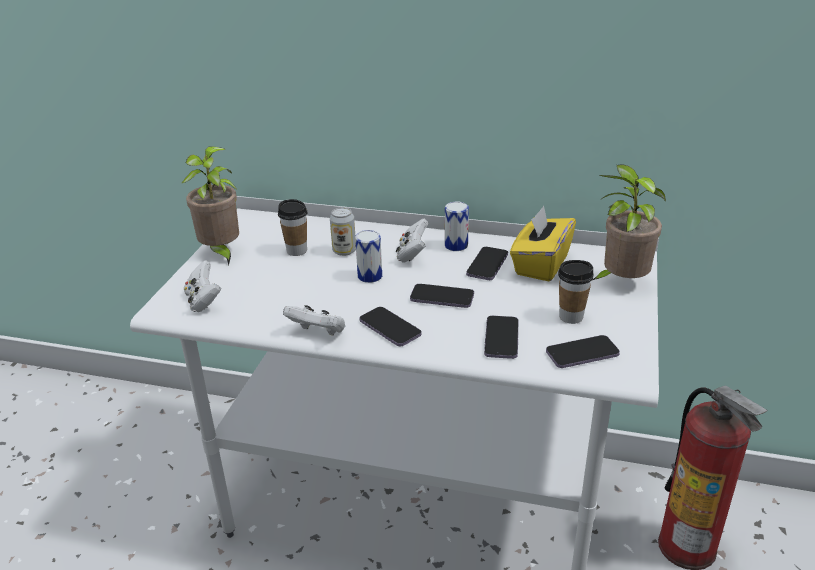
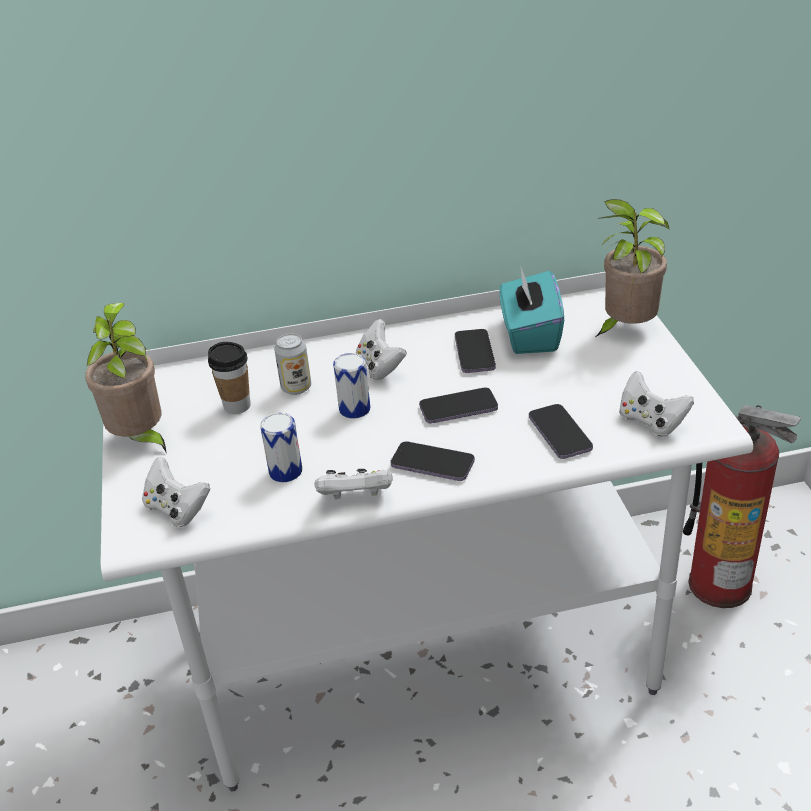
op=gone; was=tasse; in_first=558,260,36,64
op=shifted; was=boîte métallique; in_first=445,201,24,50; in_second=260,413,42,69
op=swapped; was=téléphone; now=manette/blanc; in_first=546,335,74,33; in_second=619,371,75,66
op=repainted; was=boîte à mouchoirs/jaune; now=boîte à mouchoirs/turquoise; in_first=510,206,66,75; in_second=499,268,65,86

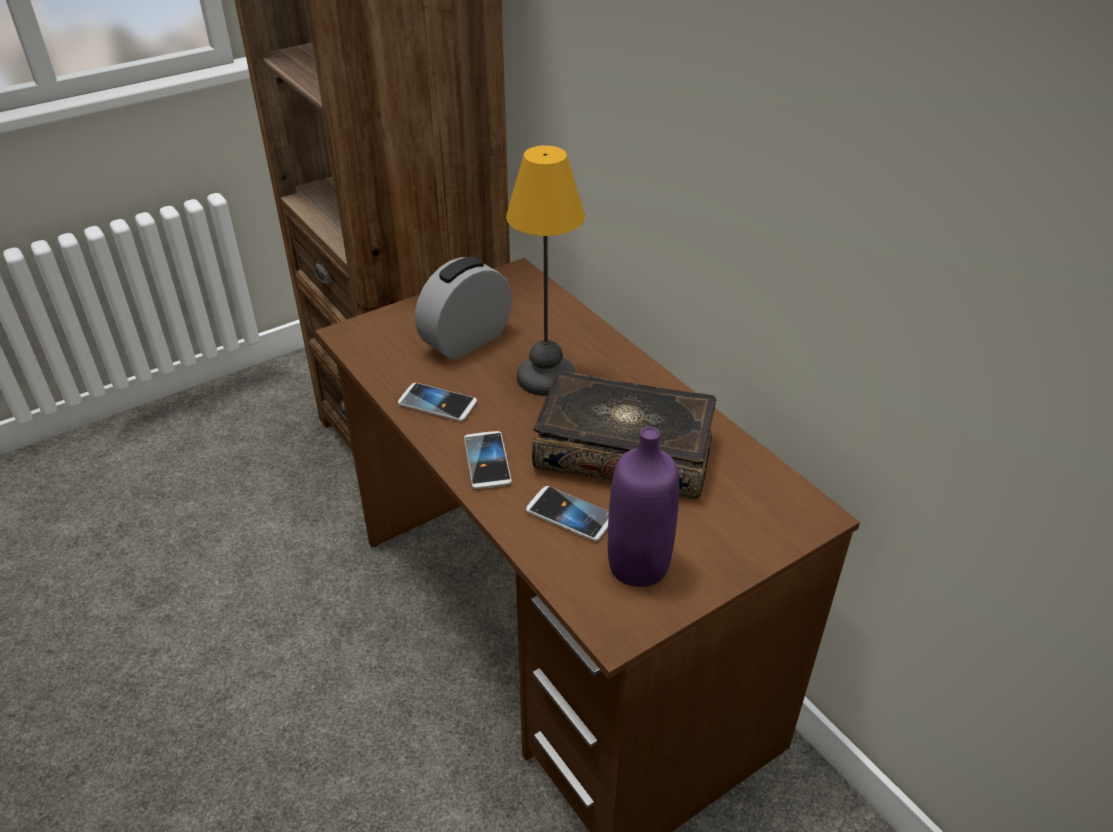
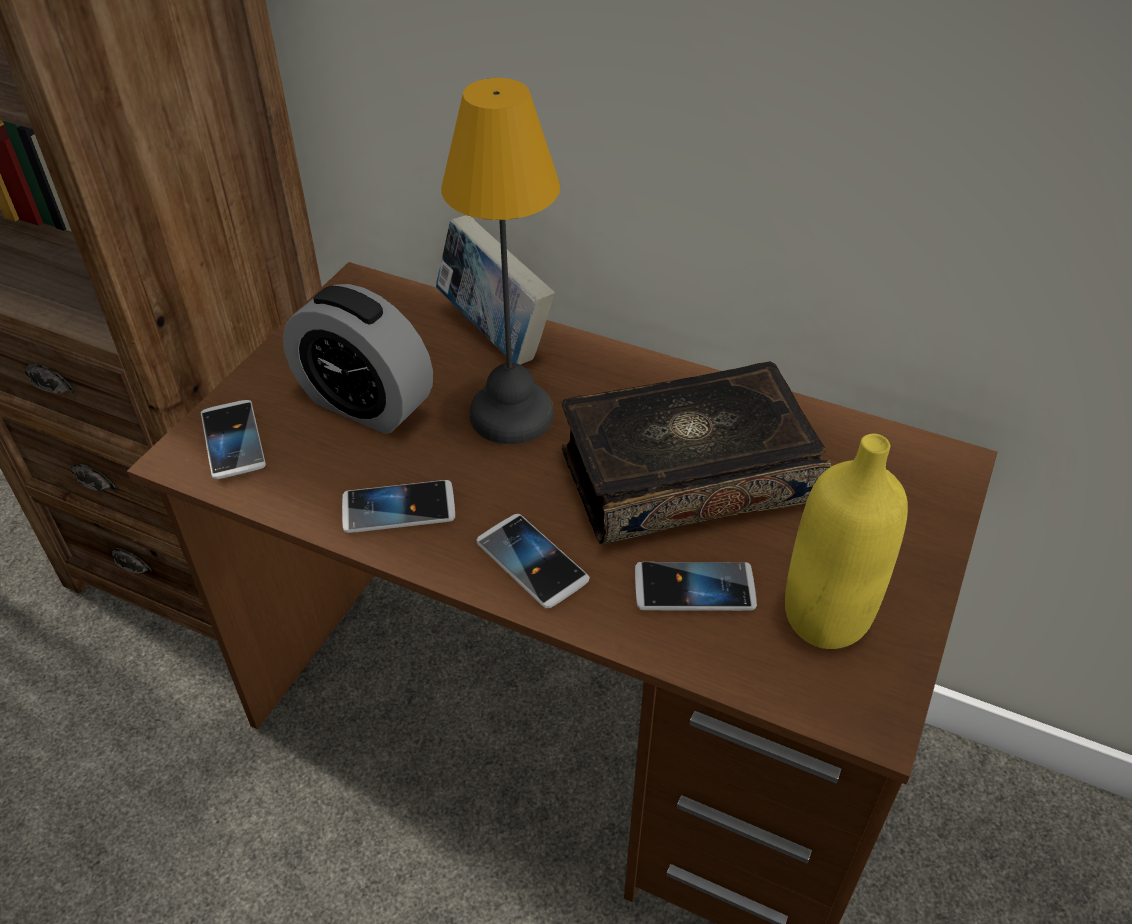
op=new; now=téléphone; in_second=201,400,65,79
op=new; now=livre; in_second=436,215,119,150
op=repainted; was=bouteille/violet; now=bouteille/jaune; in_first=608,427,71,160; in_second=785,434,123,215
op=rotated; was=réveil; in_first=415,257,97,103; in_second=283,284,150,150; clockwise=-75

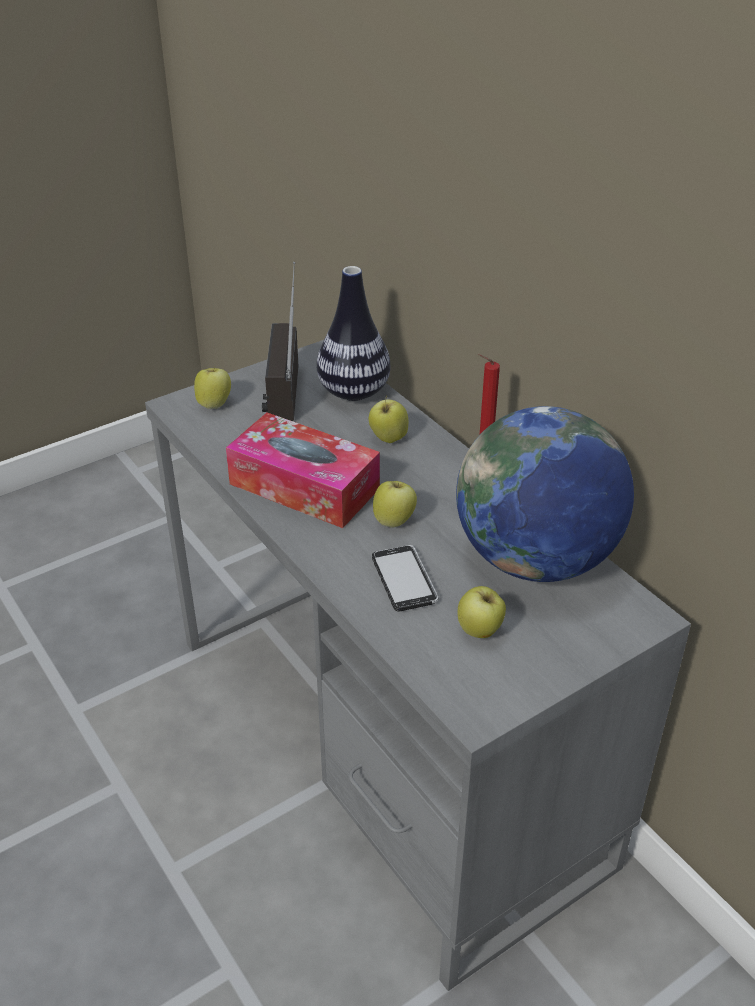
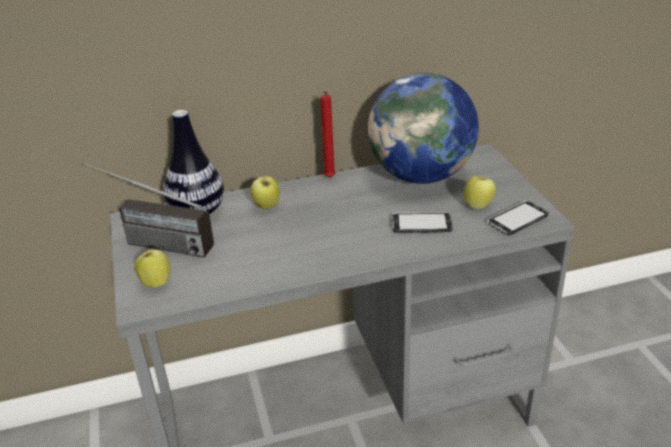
op=gone; was=boîte à mouchoirs; in_first=226,413,154,115
op=gone; was=pomme; in_first=373,481,44,47
op=new; now=téléphone; in_second=487,201,61,35

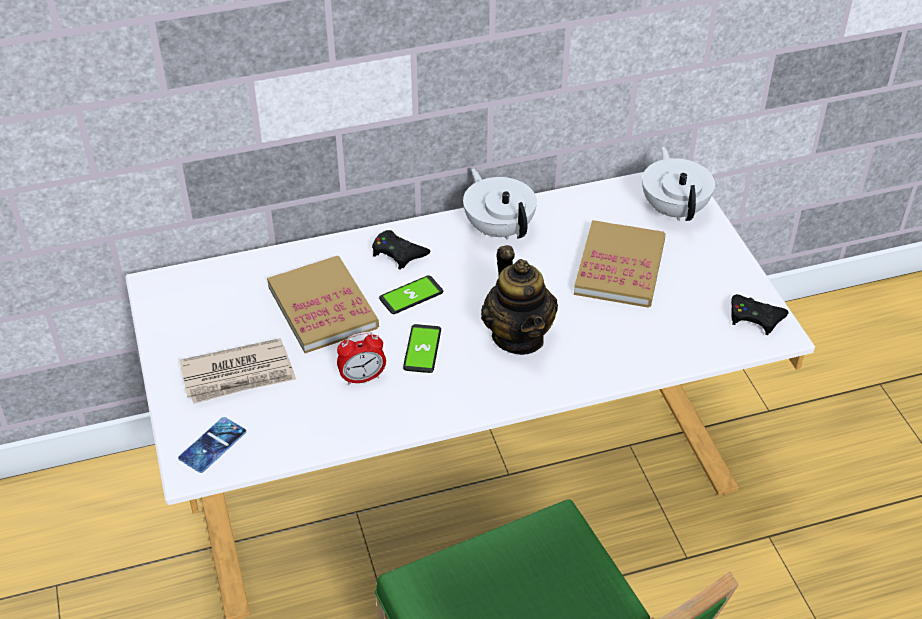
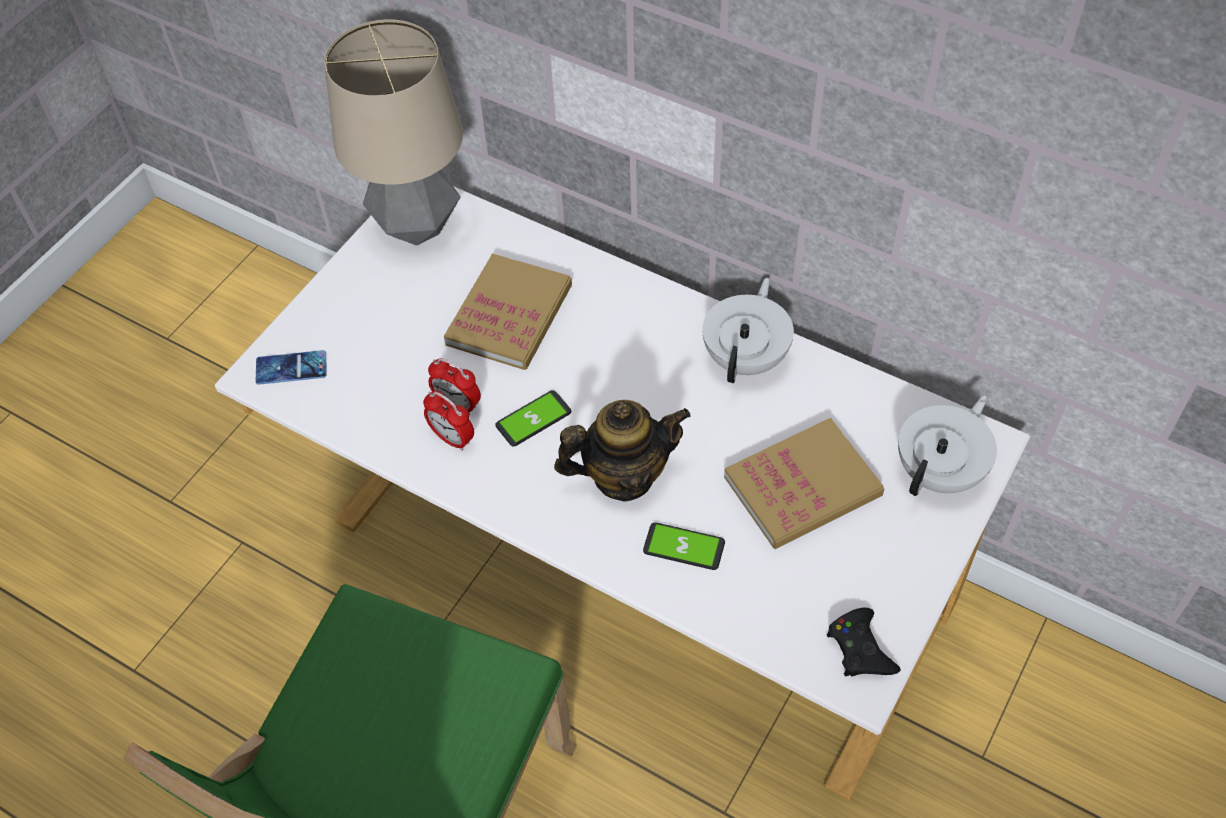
op=gone; was=journal; in_first=180,338,116,66
op=gone; was=manette/noir; in_first=372,230,58,40
op=new; now=lampe de table; in_second=325,19,138,226
op=new; now=réveil; in_second=423,391,51,60
op=shifted; was=téléphone; in_first=379,275,64,39; in_second=643,522,82,48
op=rotated; was=théière; in_first=481,245,77,110; in_second=554,400,137,101; clockwise=-135

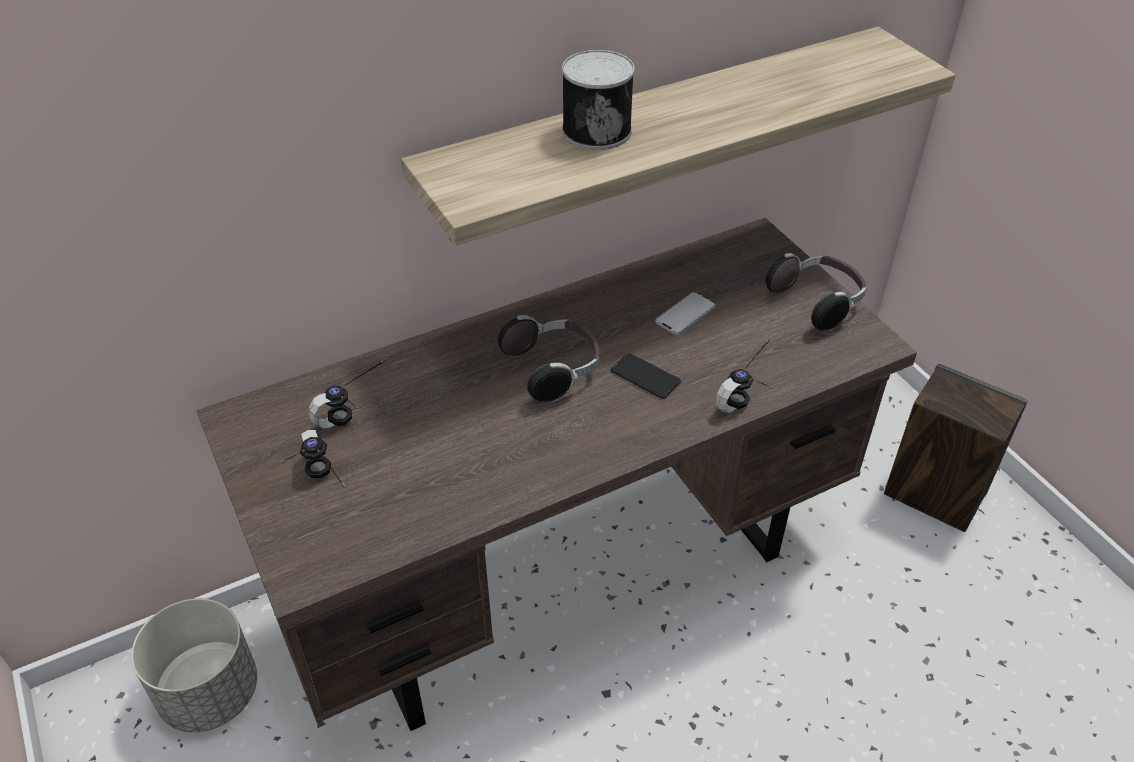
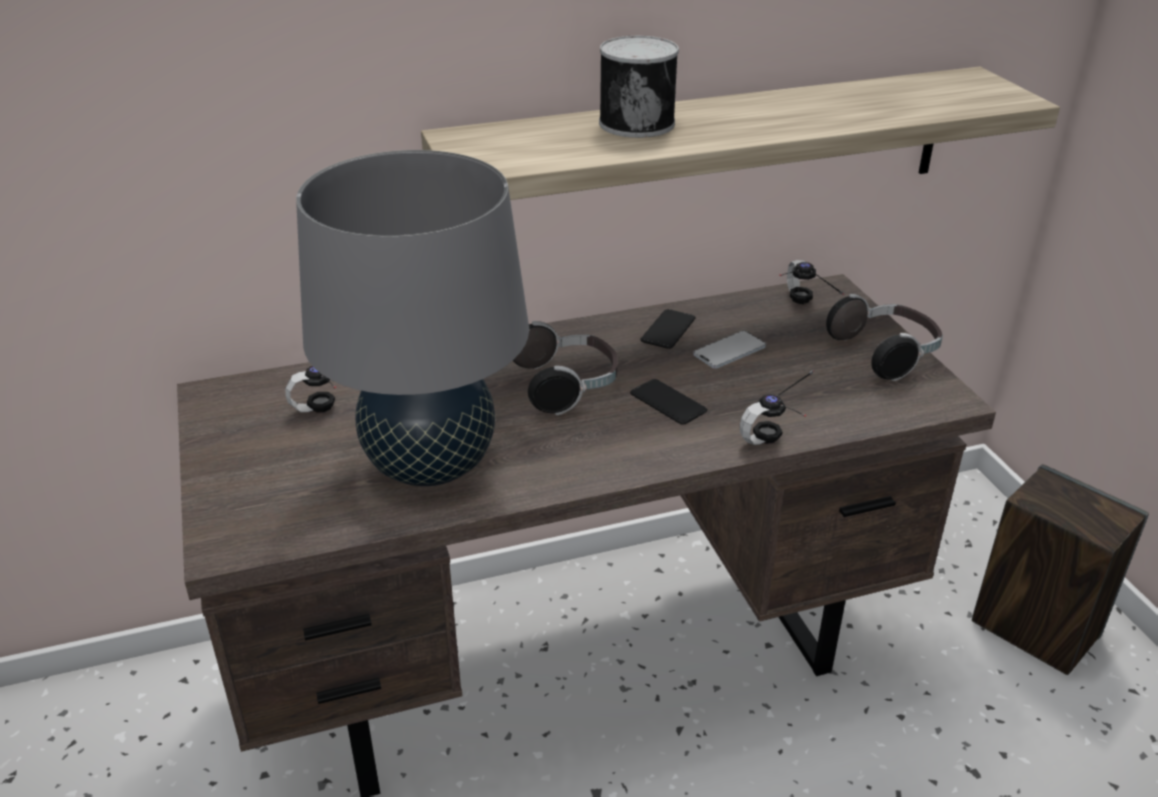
op=gone; was=cache-pot/gris; in_first=131,598,126,134
op=new; now=lampe de table/gris; in_second=296,150,233,336
op=new; now=téléphone; in_second=640,309,56,40
op=shifted; was=casque audio; in_first=280,430,66,59; in_second=779,260,65,44

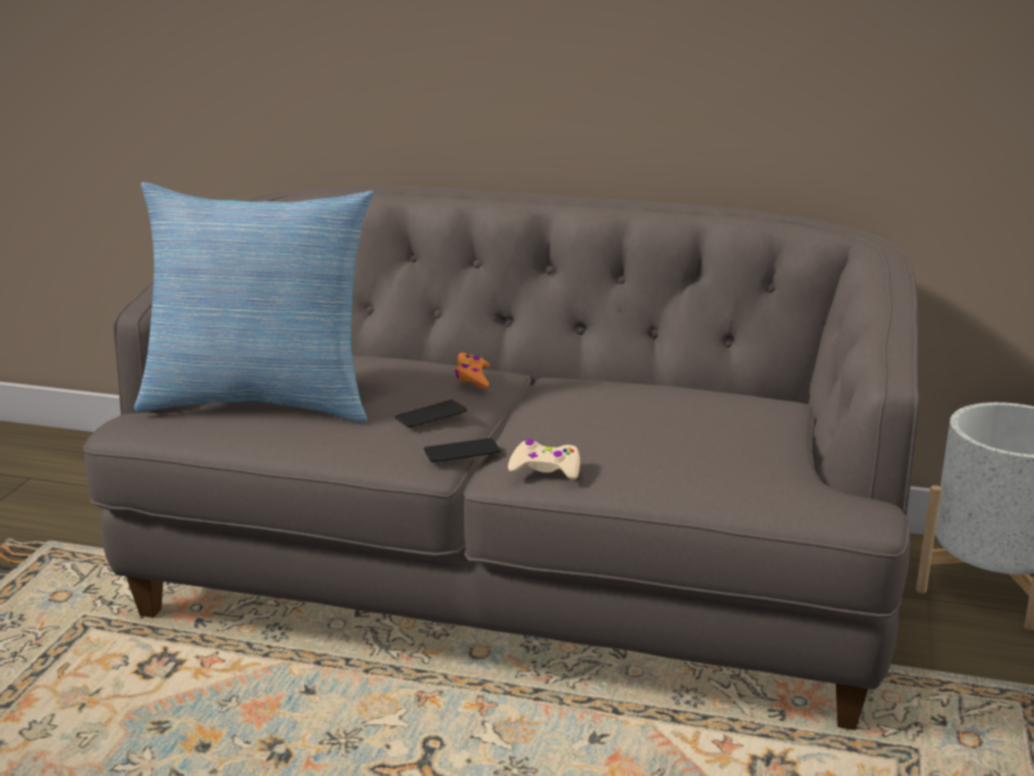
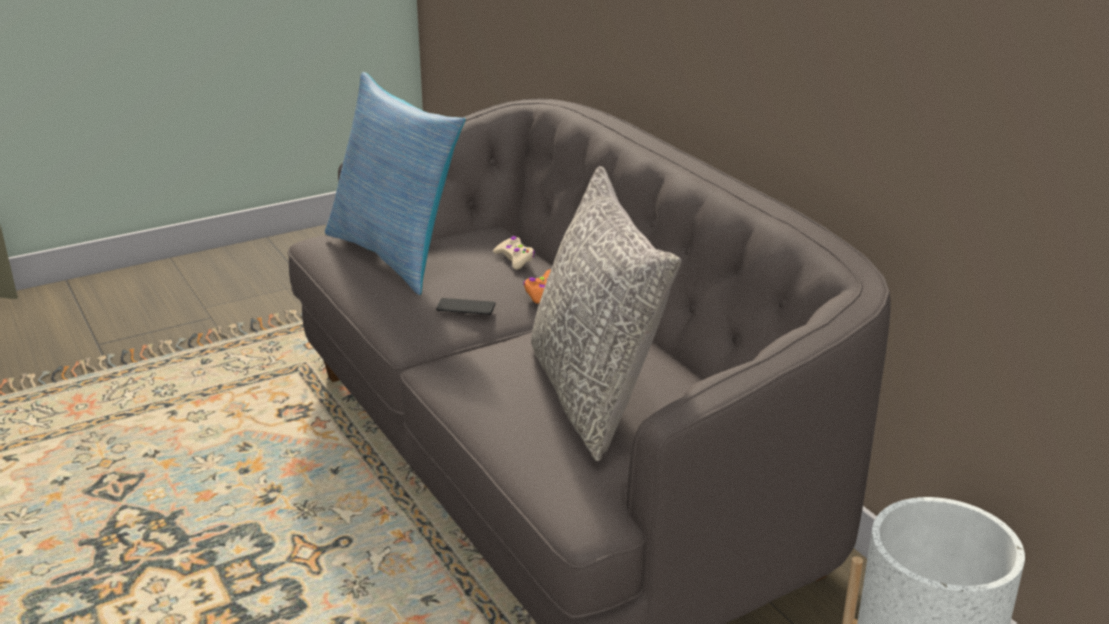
op=gone; was=téléphone; in_first=424,438,77,24
op=new; now=coussin/gris; in_second=531,166,150,295
op=shifted; was=manette/beige; in_first=508,439,72,41; in_second=493,236,42,34

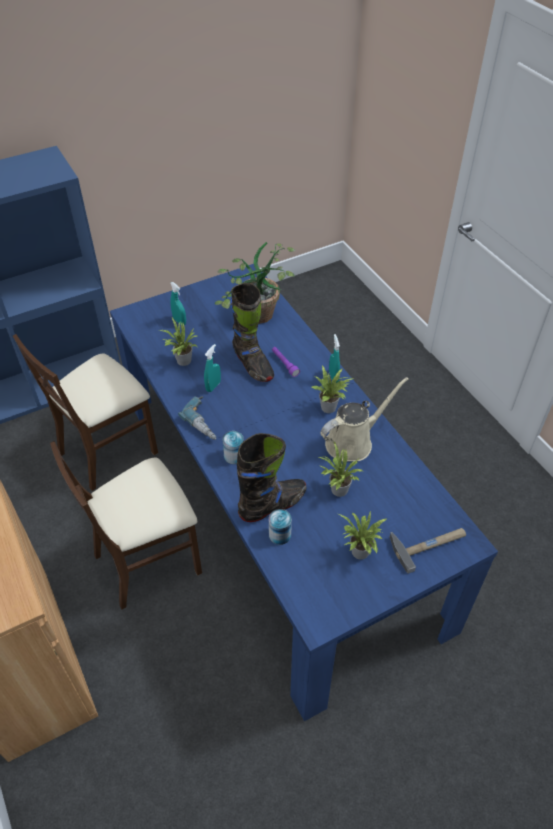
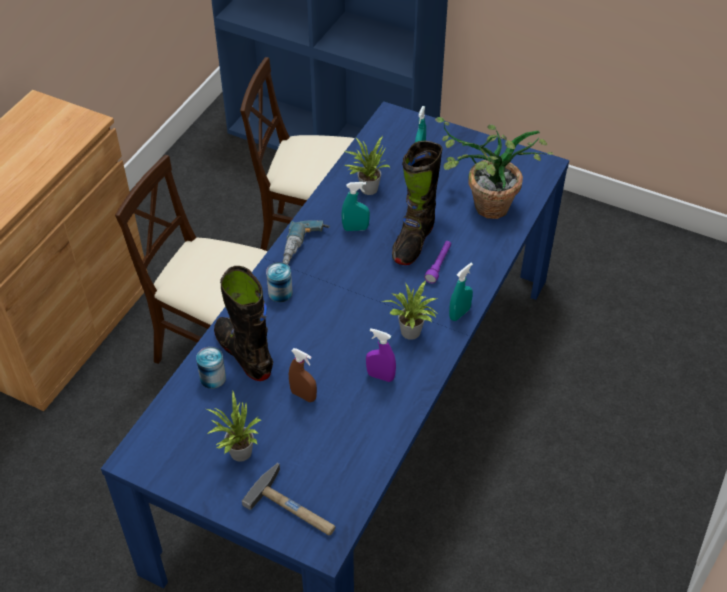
op=swapped; was=plante en pot; now=vaporisateur/marron; in_first=319,442,44,55; in_second=289,348,28,54
op=swapped; was=arrosoir/beige; now=vaporisateur/violet; in_first=320,377,89,85; in_second=366,328,30,54
op=rotated; was=botte/noir; in_first=237,433,70,89; in_second=214,266,59,115; clockwise=-150

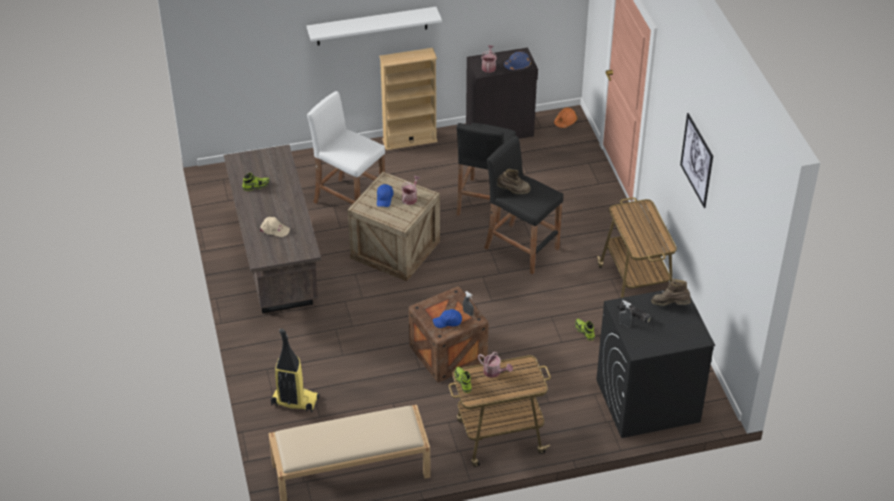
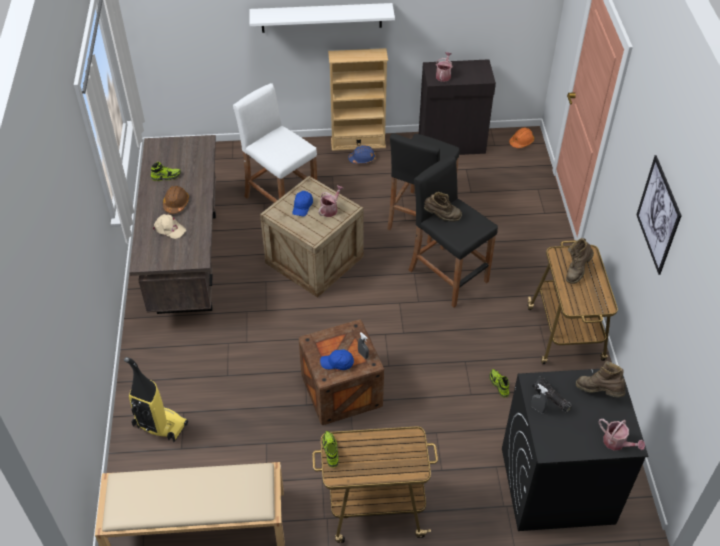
op=new; now=casque de chantier/marron; in_second=163,186,26,28
op=new; now=botte/marron; in_second=566,238,28,46
op=shifted; was=arrosoir; in_first=478,352,35,26; in_second=599,419,46,32
op=shifted; was=casque de chantier/bleu; in_first=504,51,27,19; in_second=348,145,28,19

